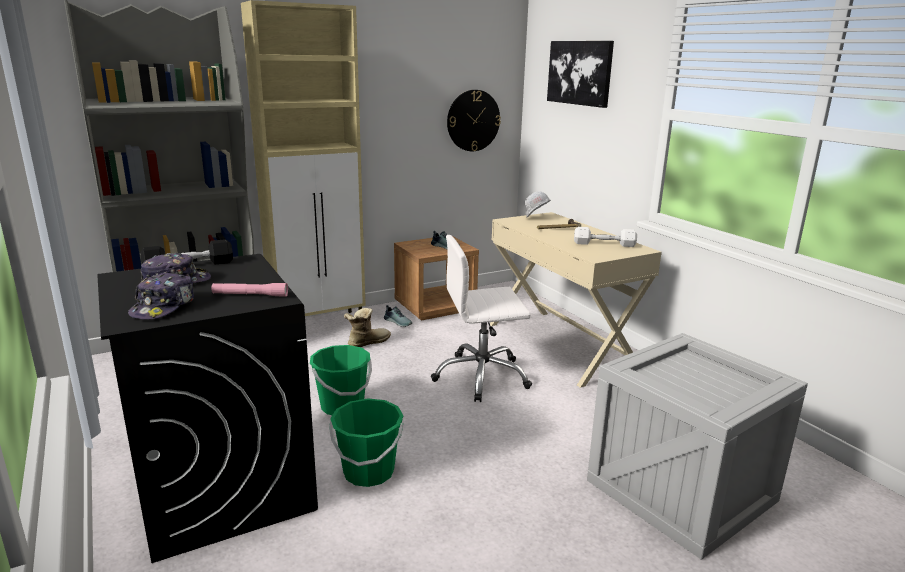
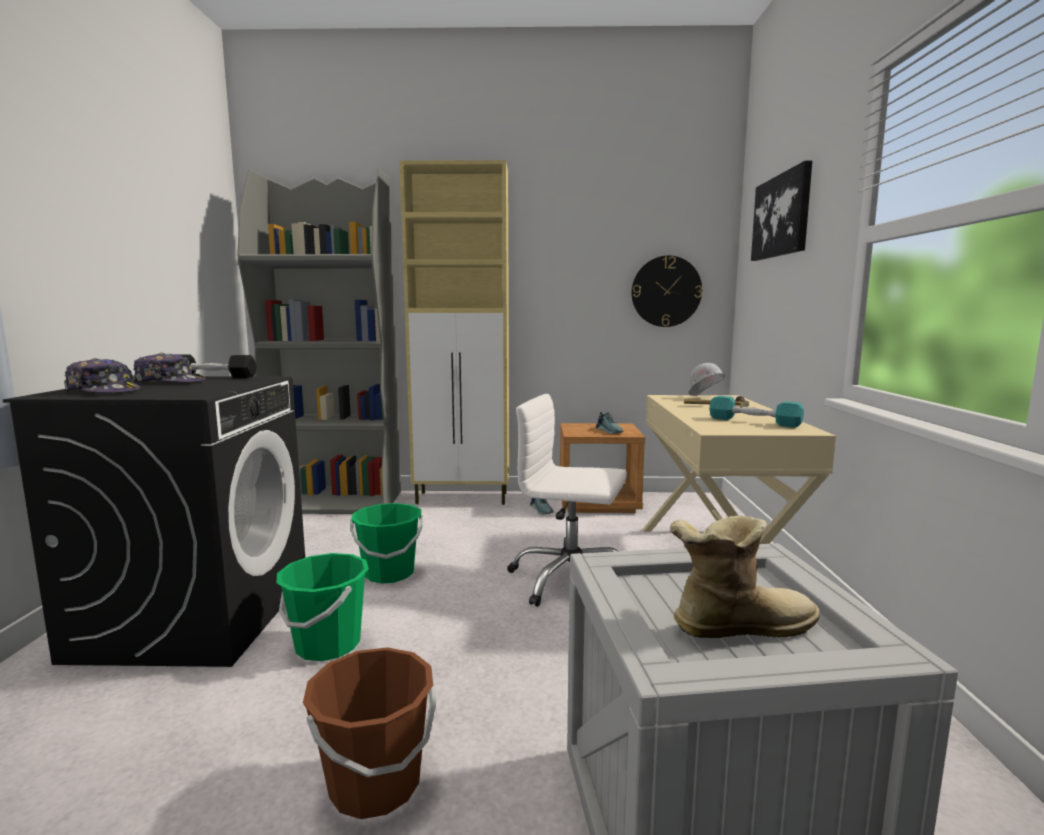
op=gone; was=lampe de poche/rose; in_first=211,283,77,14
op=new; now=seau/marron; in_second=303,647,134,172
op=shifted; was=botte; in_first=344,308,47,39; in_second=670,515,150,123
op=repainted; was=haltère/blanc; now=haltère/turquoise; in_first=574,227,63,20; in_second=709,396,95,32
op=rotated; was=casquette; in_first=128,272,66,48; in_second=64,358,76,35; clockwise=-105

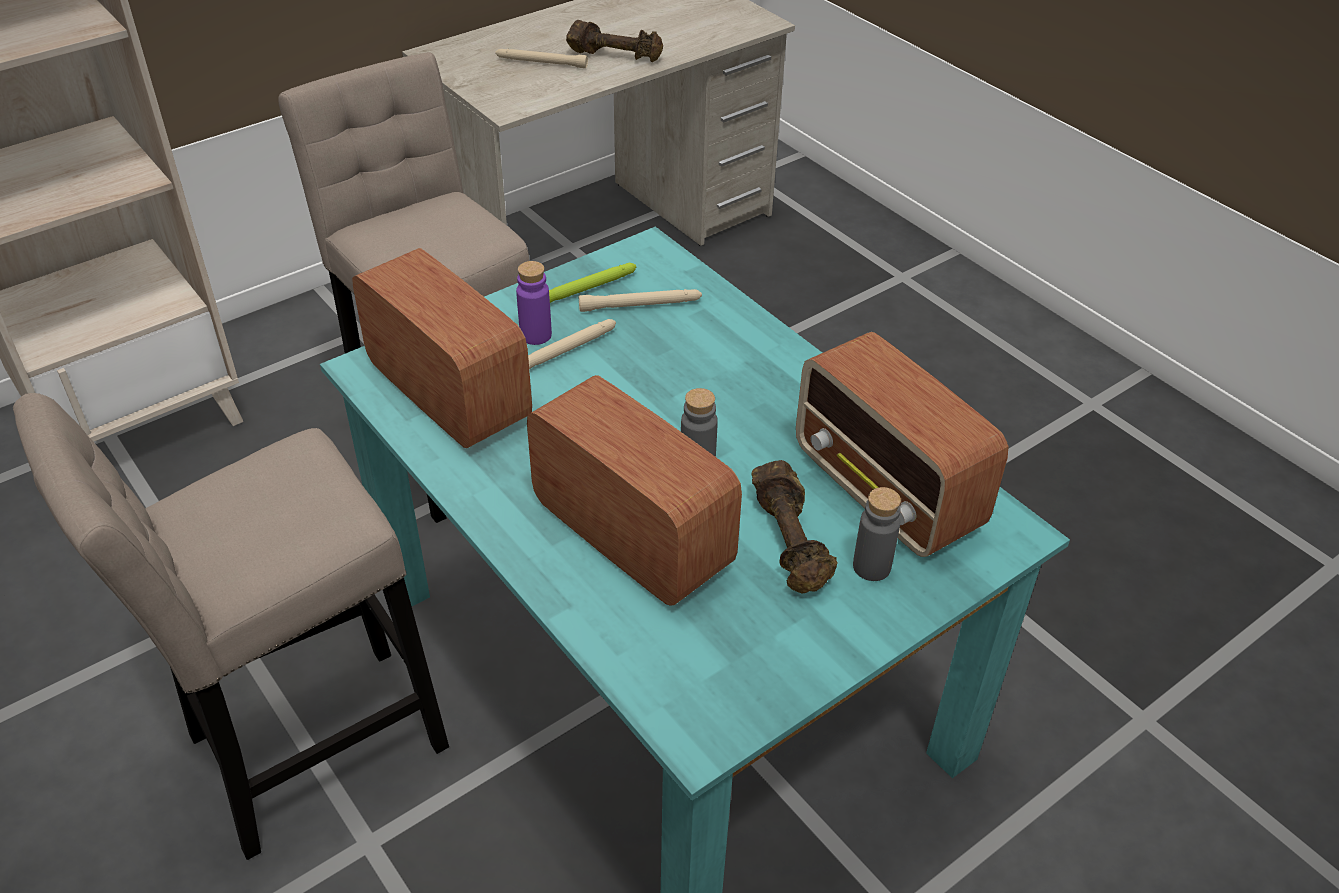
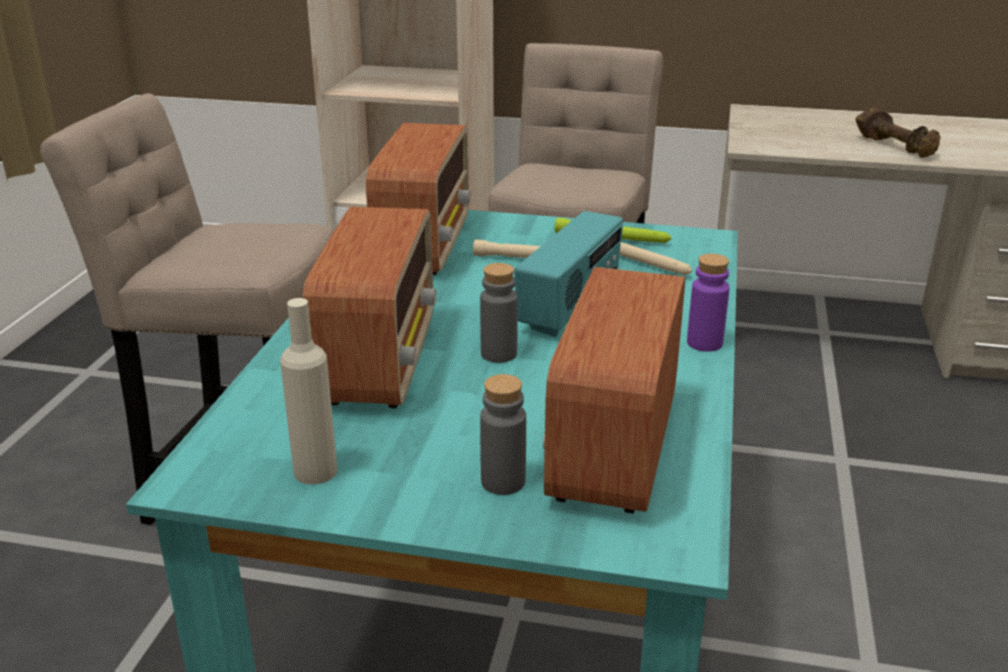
op=gone; was=lampe de poche/beige; in_first=495,49,93,19
op=gone; was=haltère/marron; in_first=751,460,87,134
op=new; now=bouteille/beige; in_second=280,298,57,187
op=new; now=radio; in_second=514,211,109,126
op=shifted; was=bouteille/violet; in_first=516,261,36,84; in_second=687,254,43,98

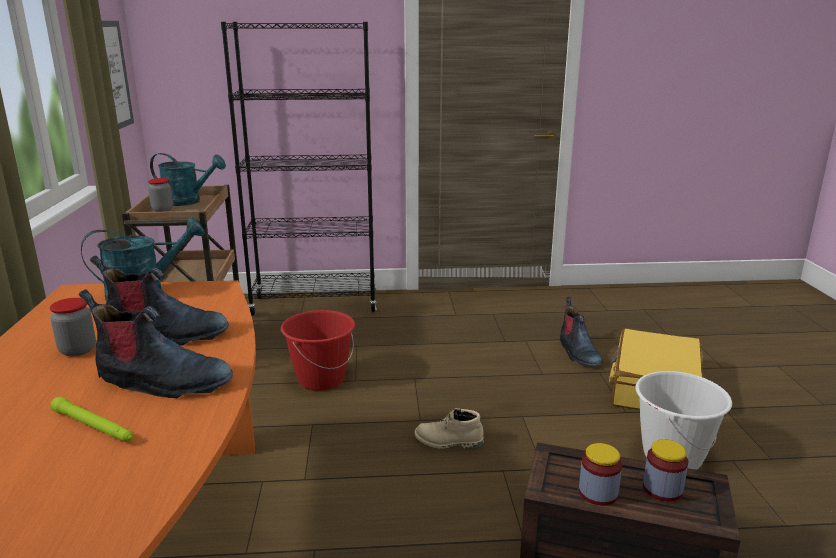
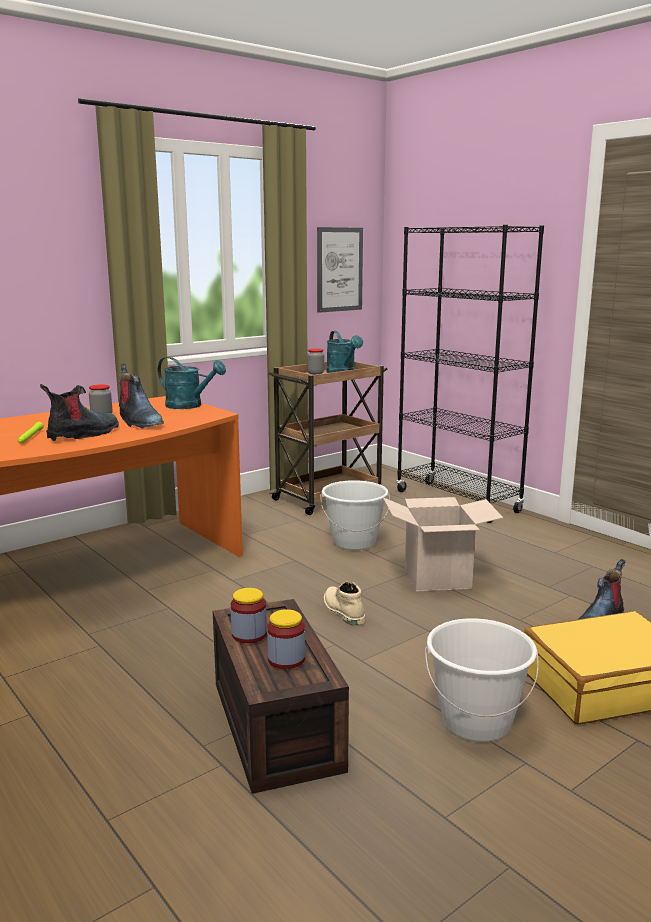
op=new; now=carton; in_second=383,497,120,94
op=repainted; was=seau/rouge; now=seau/blanc; in_first=281,310,74,81; in_second=320,480,70,71
op=rotated; was=botte; in_first=79,289,154,109; in_second=40,384,79,57; clockwise=-120

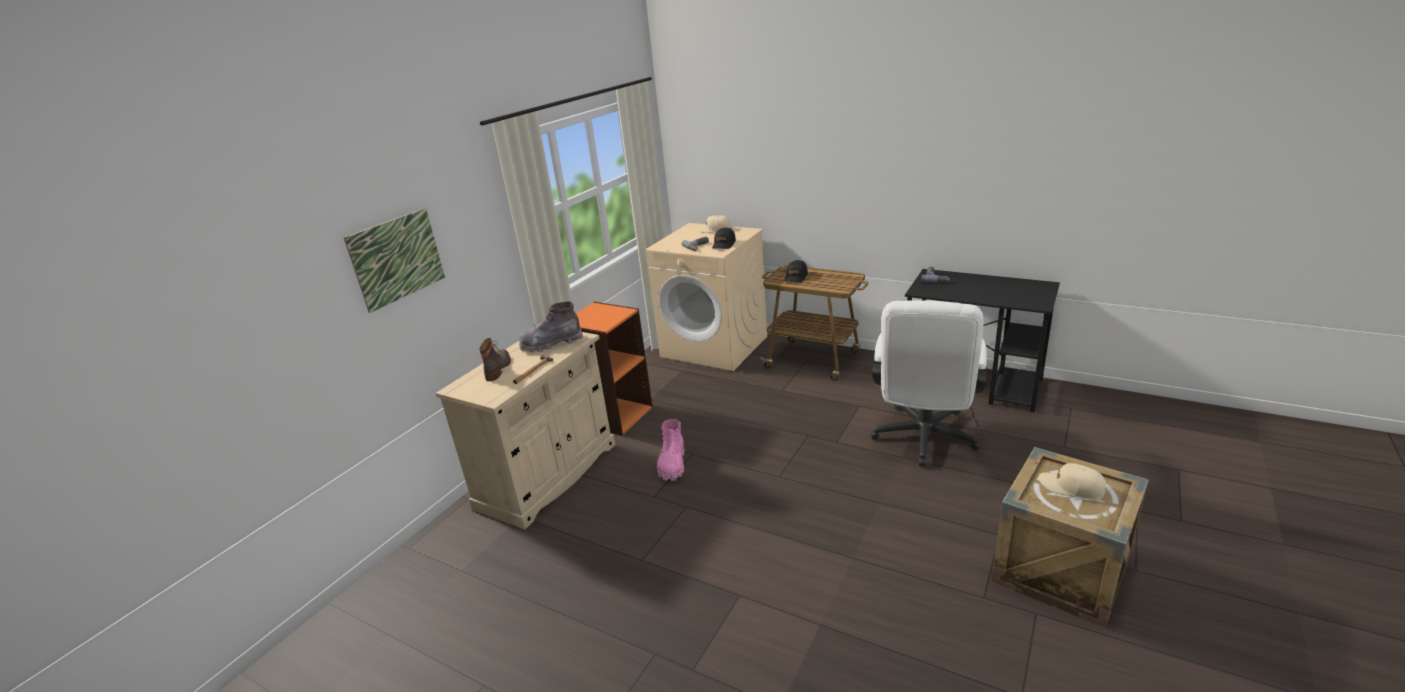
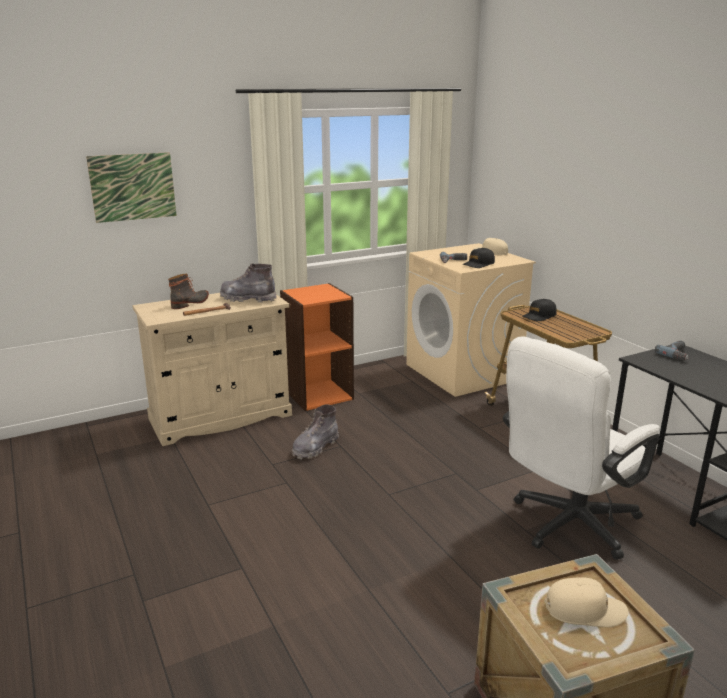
op=repainted; was=botte/rose; now=botte/gris; in_first=657,419,27,62; in_second=292,404,47,55
op=rotated; was=casquette/beige; in_first=1039,463,67,37; in_second=544,577,85,50; clockwise=120

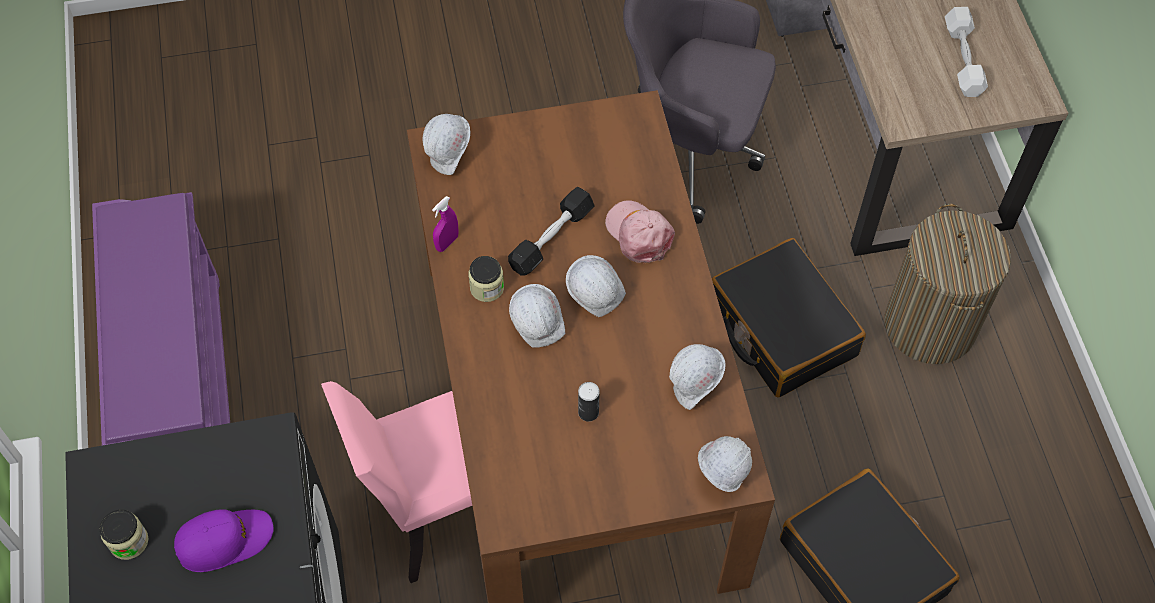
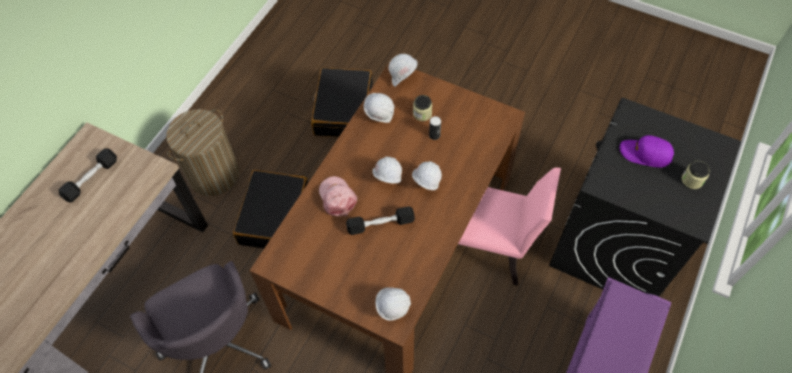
op=gone; was=vaporisateur/violet; in_first=432,196,27,56
op=shifted; was=bocal; in_first=468,256,36,46; in_second=413,95,19,26
op=repainted; was=haltère/blanc; now=haltère/noir; in_first=945,7,43,90; in_second=59,148,58,54
op=rotated; was=casquette/rose; in_first=605,200,70,63; in_second=319,176,38,41; clockwise=150

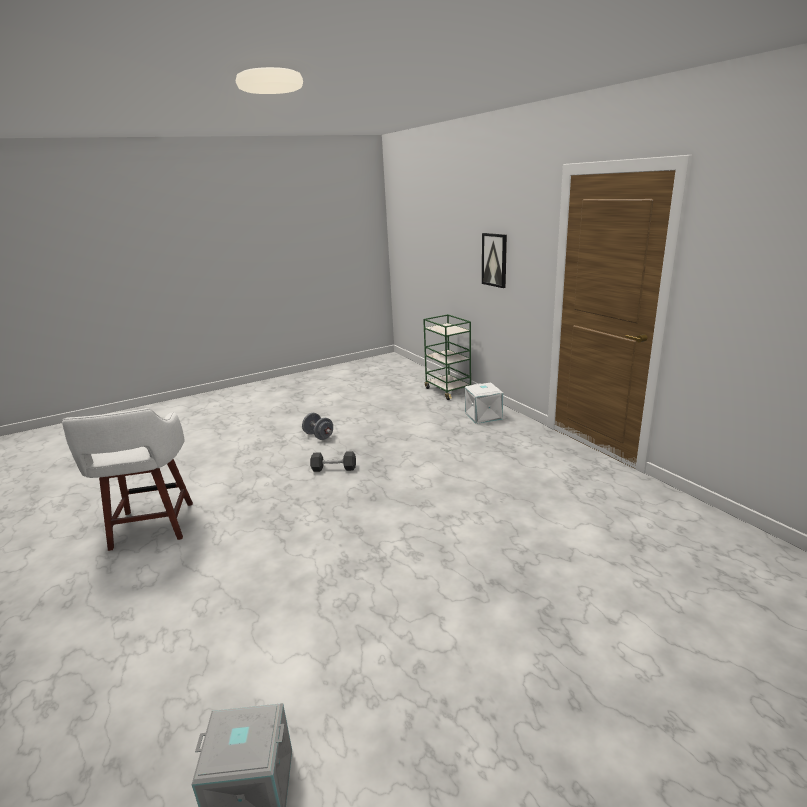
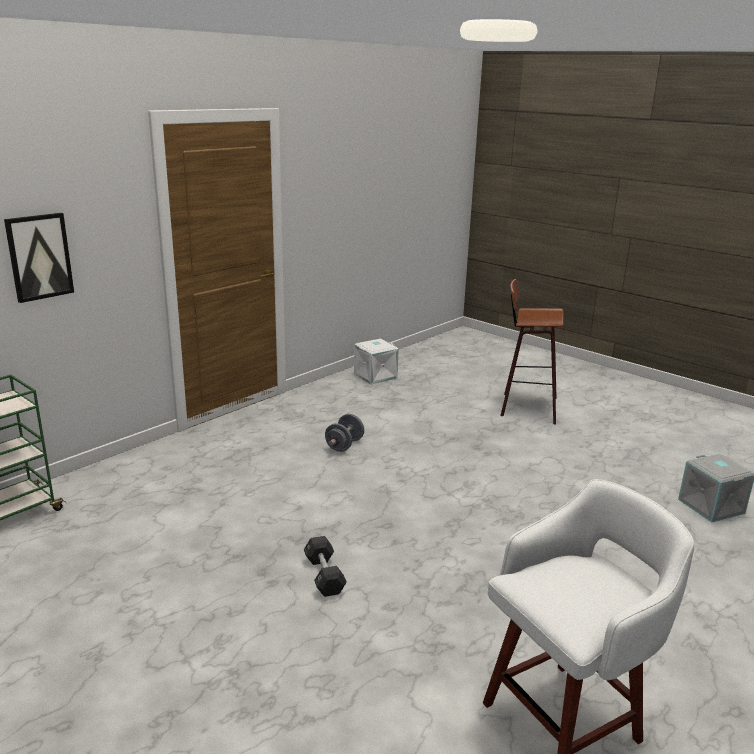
op=new; now=tabouret; in_second=500,279,63,146
op=shifted; was=haltère/gris; in_first=302,413,31,27; in_second=325,414,39,38
op=shifted; was=boîte de rangement/blanc; in_first=465,383,38,41; in_second=354,339,45,45

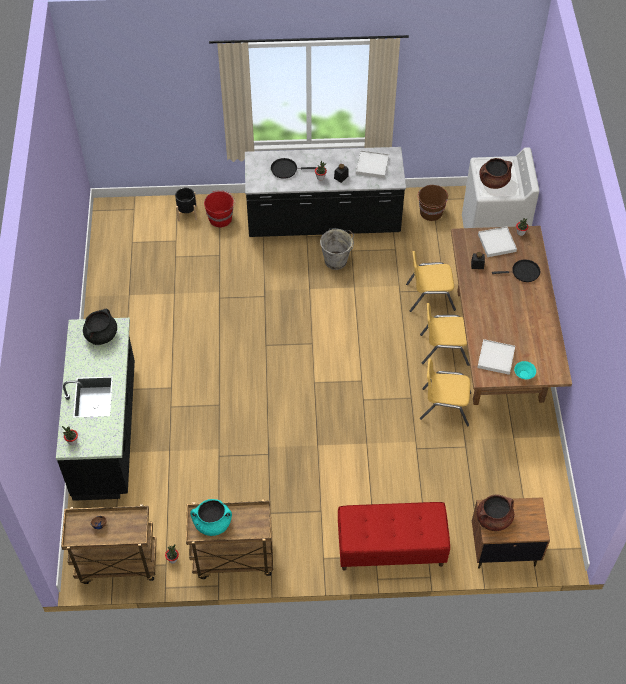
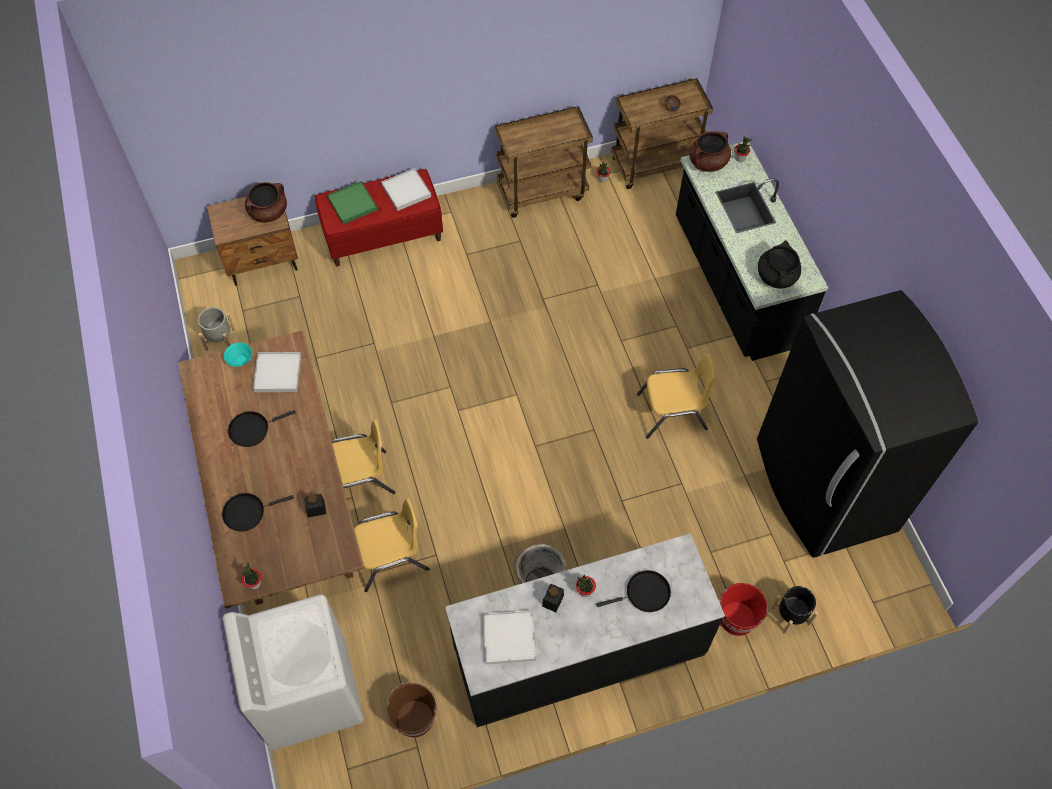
op=gone; was=marmite/turquoise; in_first=190,499,42,37
op=new; now=cache-pot/gris; in_second=198,307,38,44
op=new; now=poêle/noir; in_second=228,410,68,37
op=new; now=plateau/vert; in_second=327,181,50,43
op=new; now=réfrigérateur/noir; in_second=757,290,221,268
op=shifted; was=chaise/jaune; in_first=420,359,51,67; in_second=637,354,79,85
op=shifted; was=plateau/blanc; in_first=478,226,39,31; in_second=381,168,50,43
op=shifted; was=marmite/marron; in_first=479,158,33,31; in_second=689,131,42,41

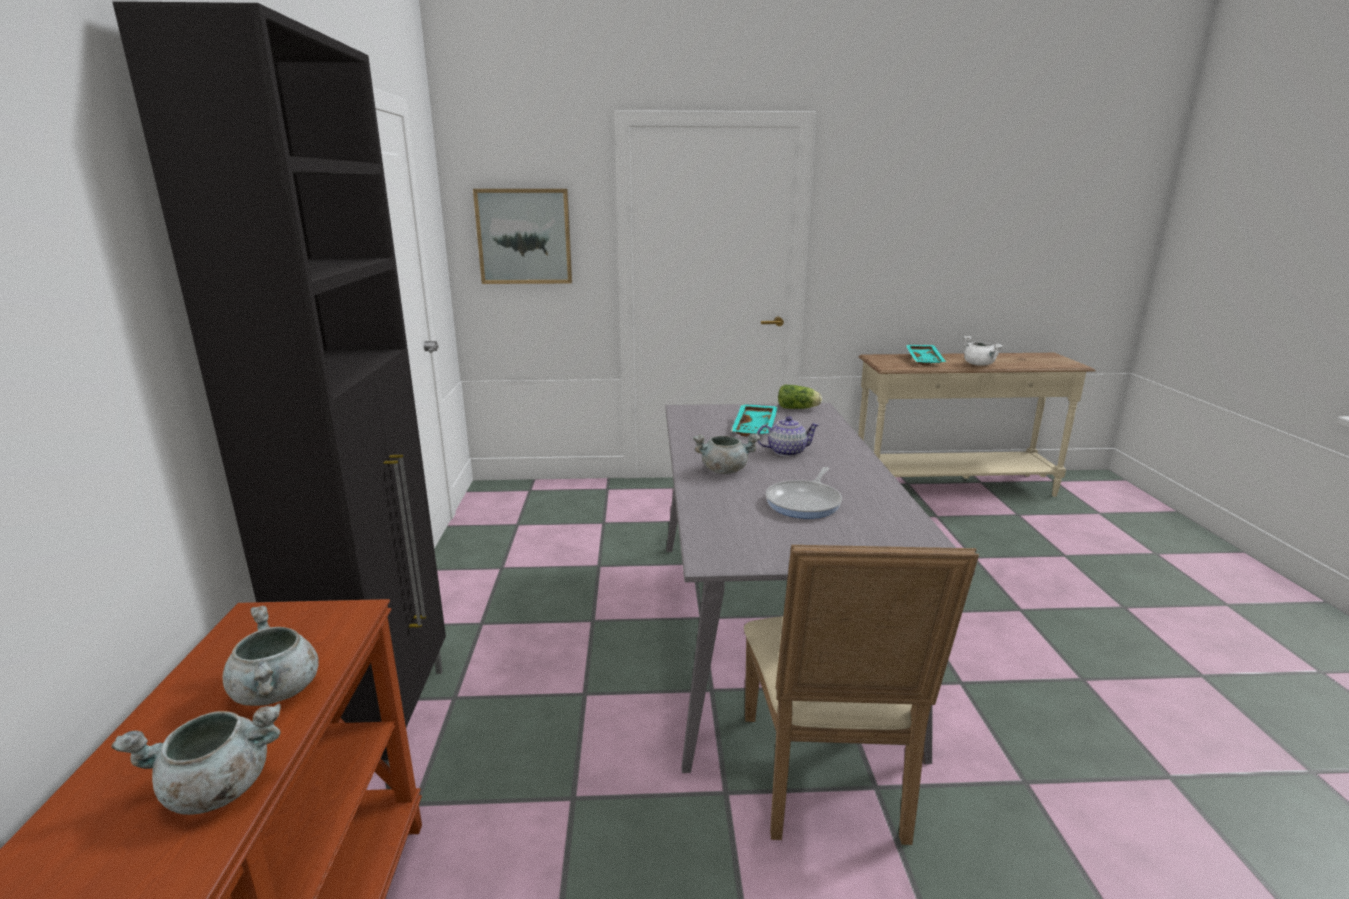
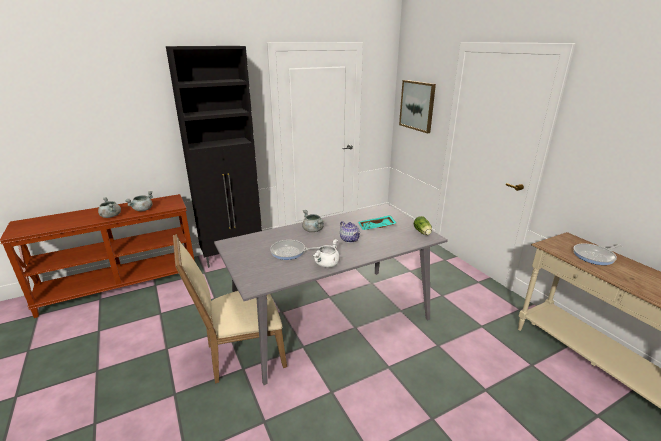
op=shifted; was=marmite/blanc; in_first=963,336,40,30; in_second=313,239,27,29
op=swapped; was=plateau/turquoise; now=poêle; in_first=906,345,40,20; in_second=574,244,48,21

